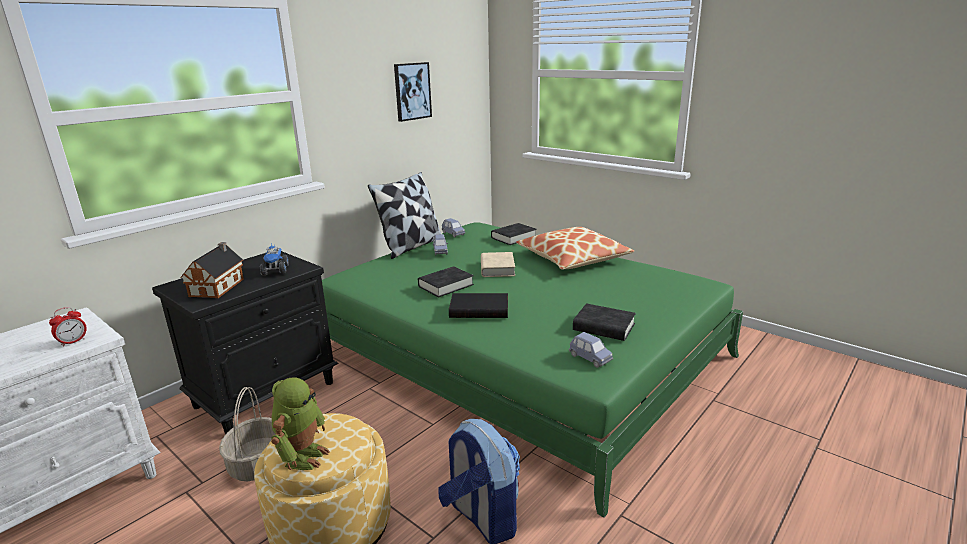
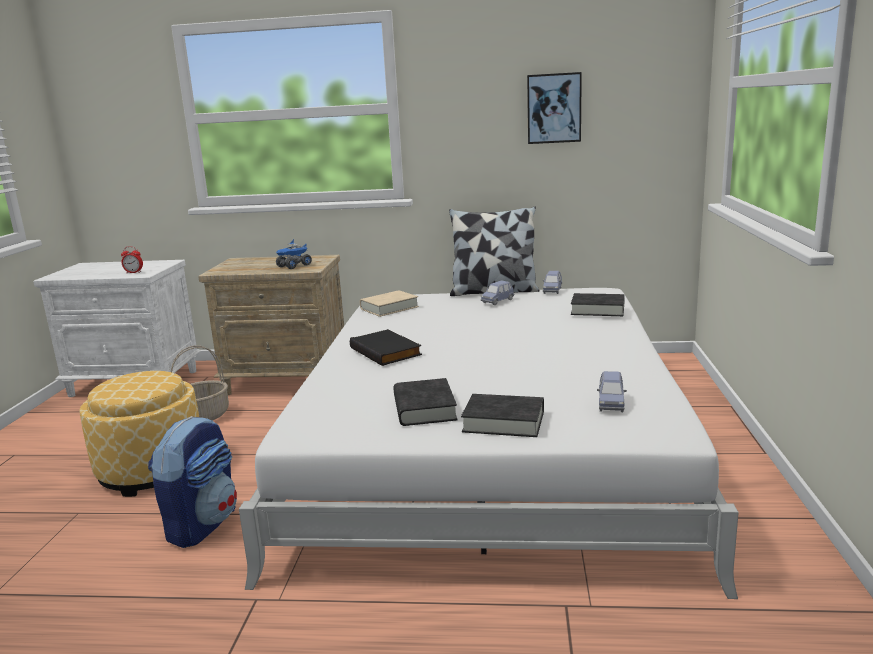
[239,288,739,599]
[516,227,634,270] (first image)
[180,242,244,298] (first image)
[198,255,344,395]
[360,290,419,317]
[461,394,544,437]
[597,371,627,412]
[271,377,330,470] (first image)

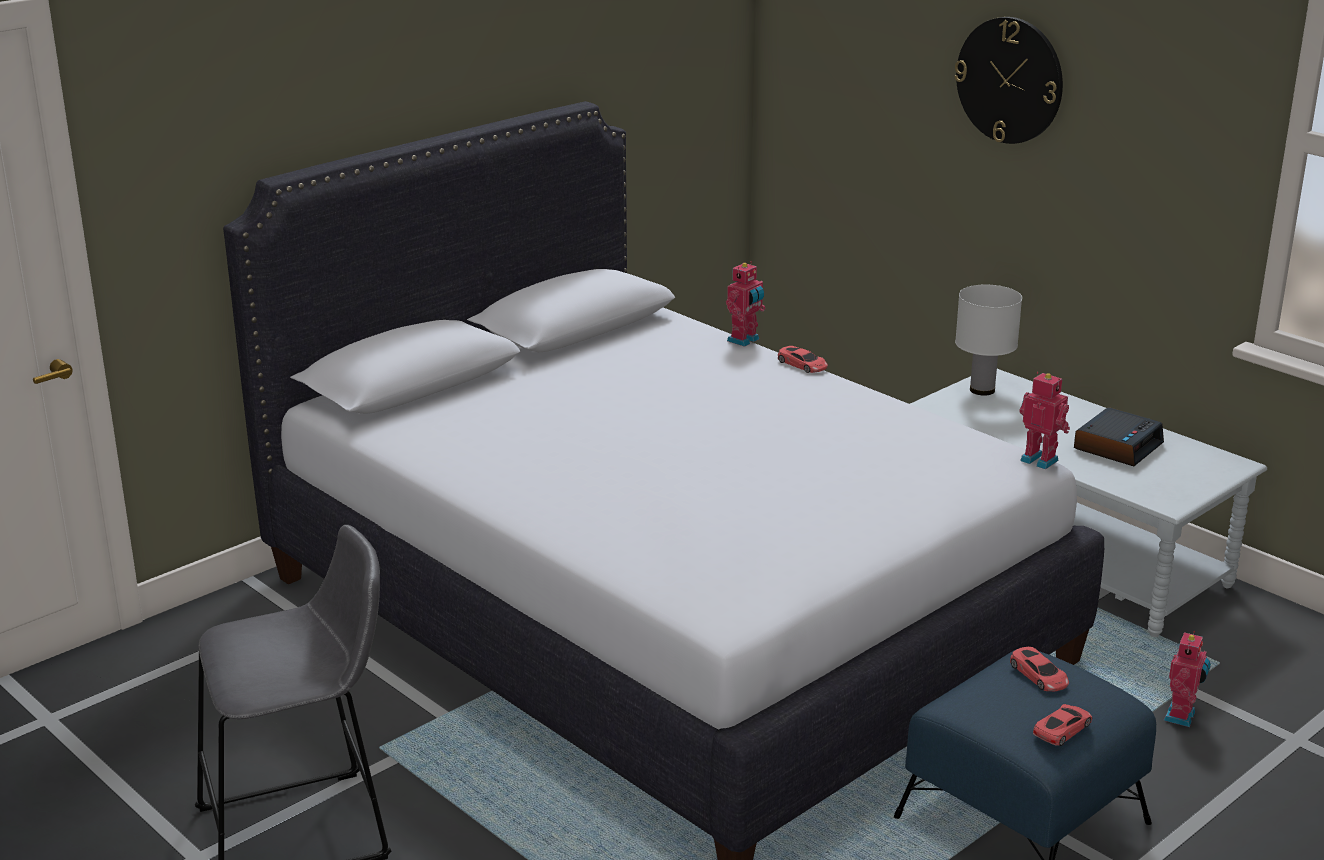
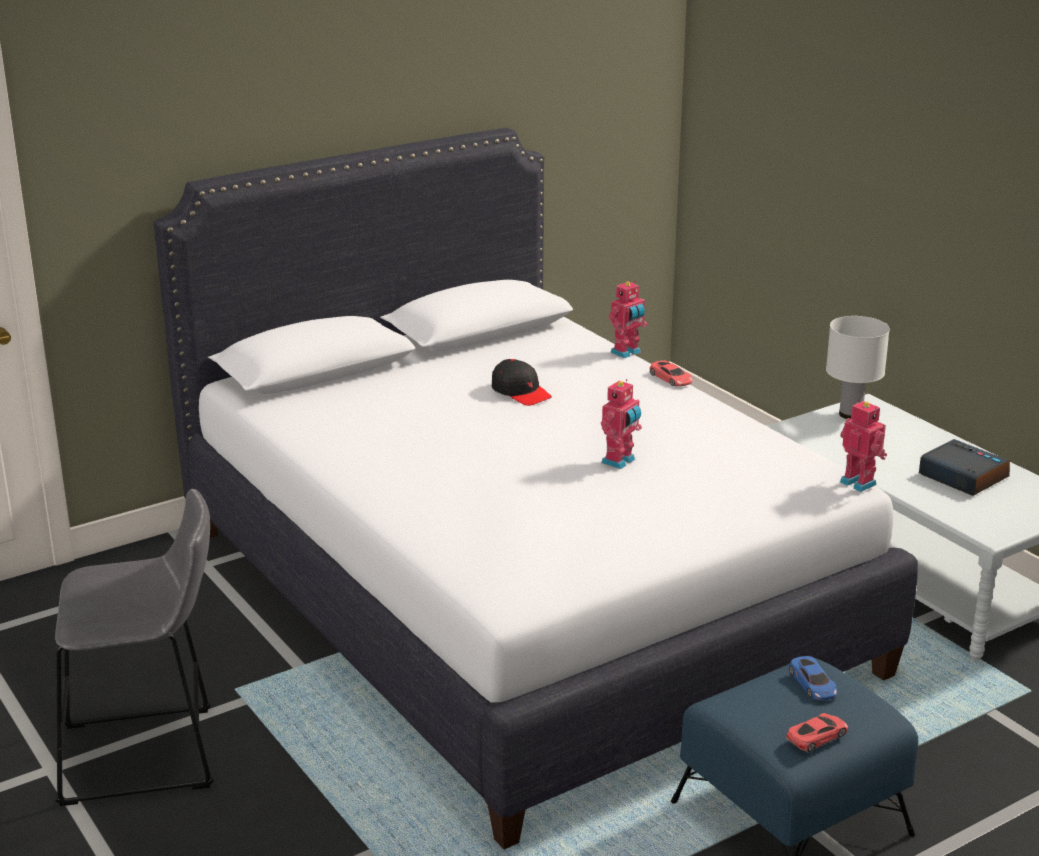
[954,17,1063,144] (first image)
[919,439,1010,496]
[601,379,642,469]
[789,656,838,700]
[492,359,552,406]

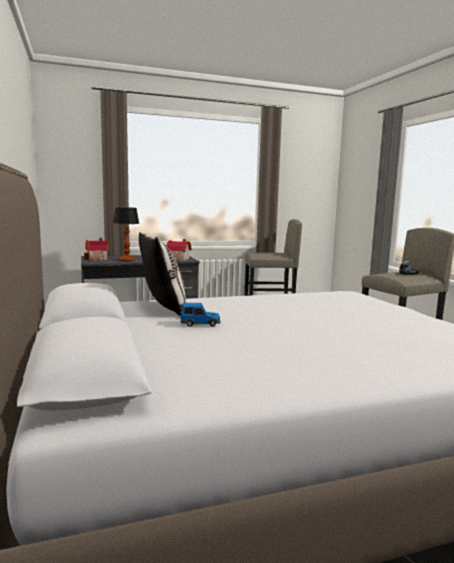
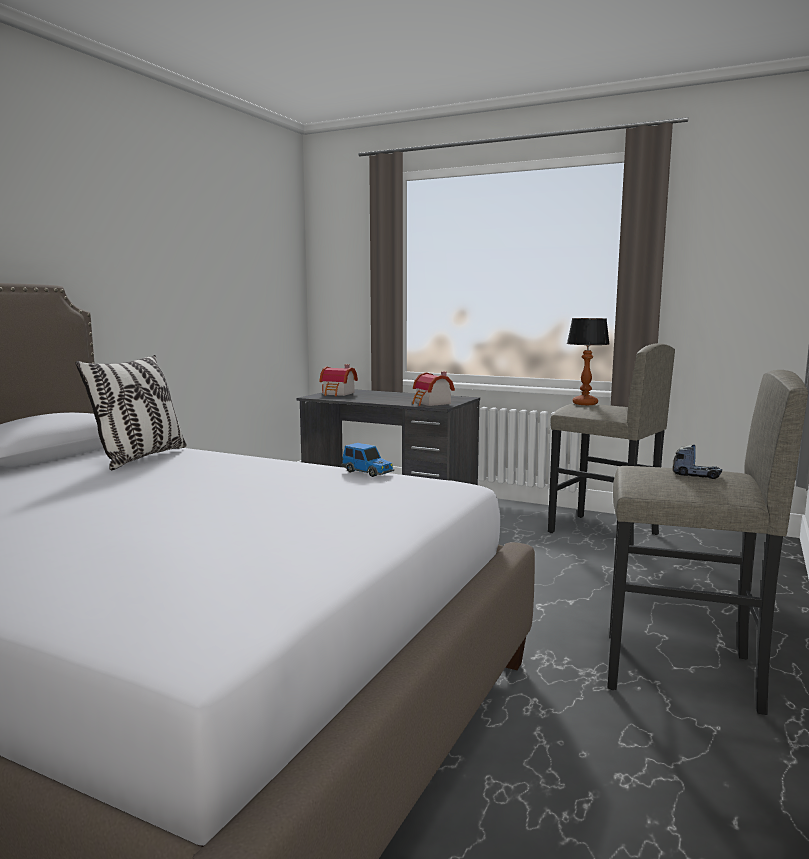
[567,318,609,405]
[341,443,394,477]

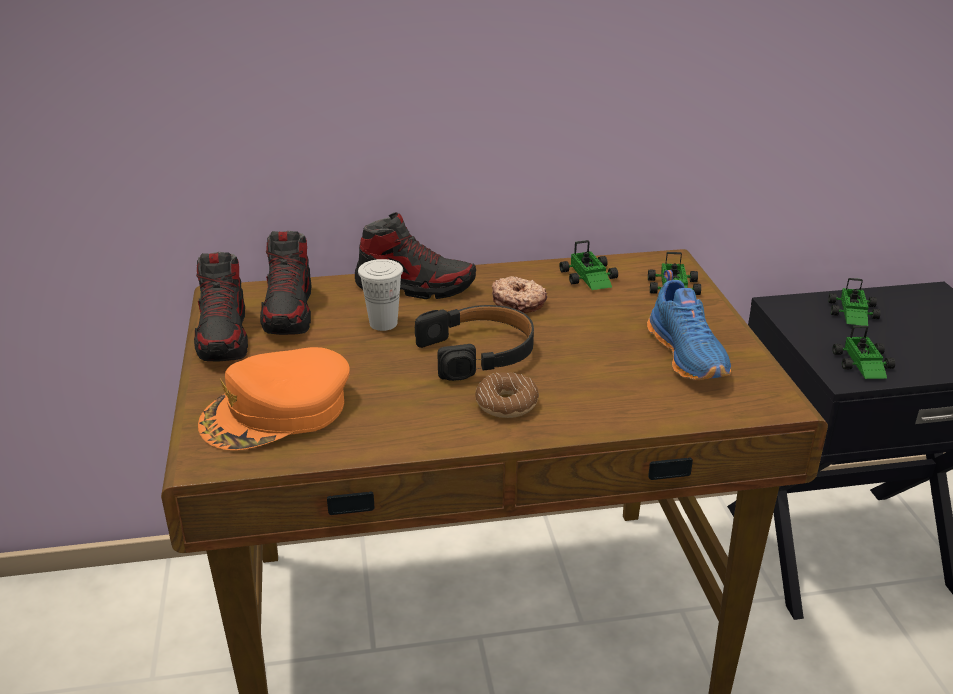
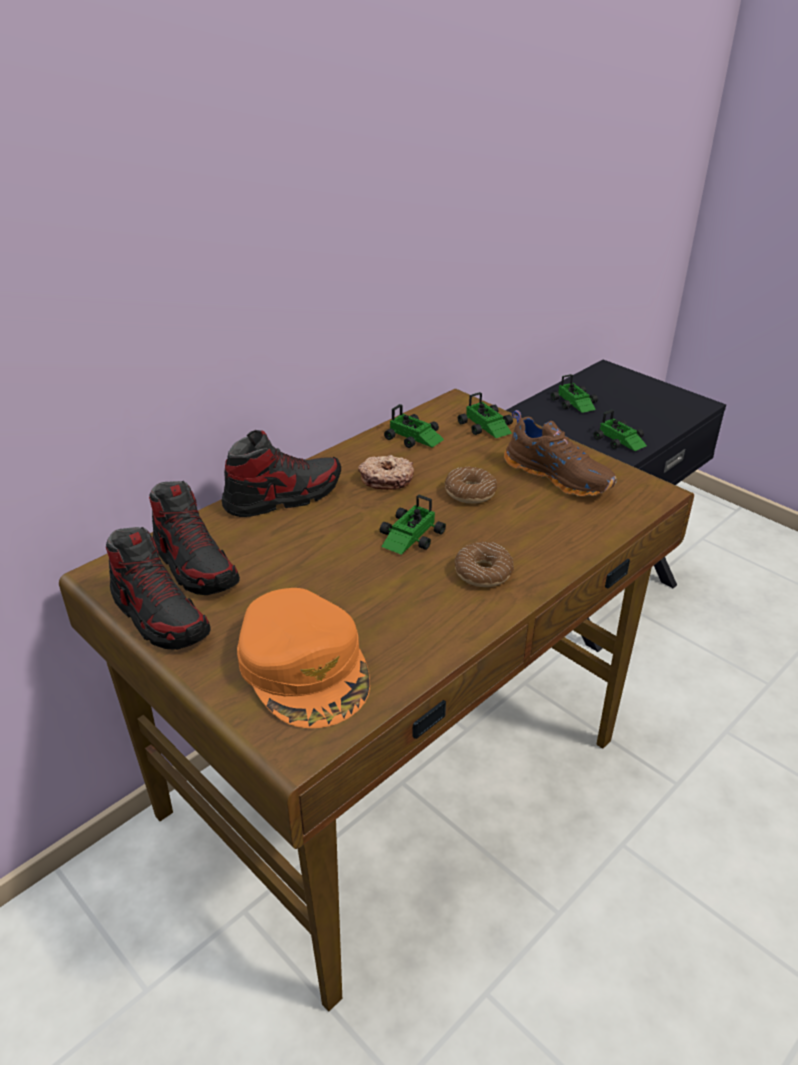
[358,259,403,331] (first image)
[504,410,616,497]
[380,495,446,555]
[237,588,370,728]
[445,467,497,504]

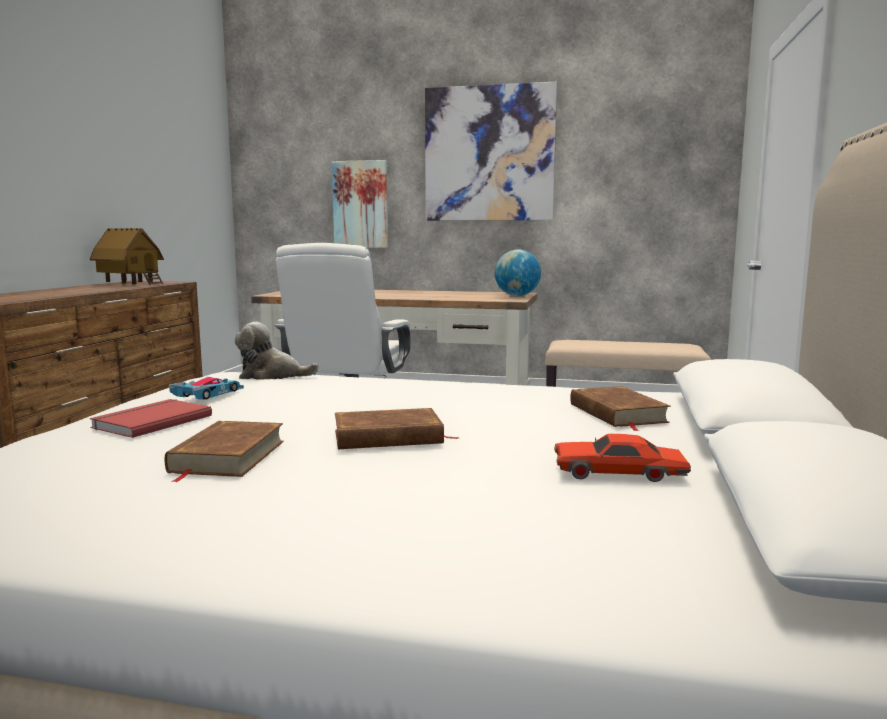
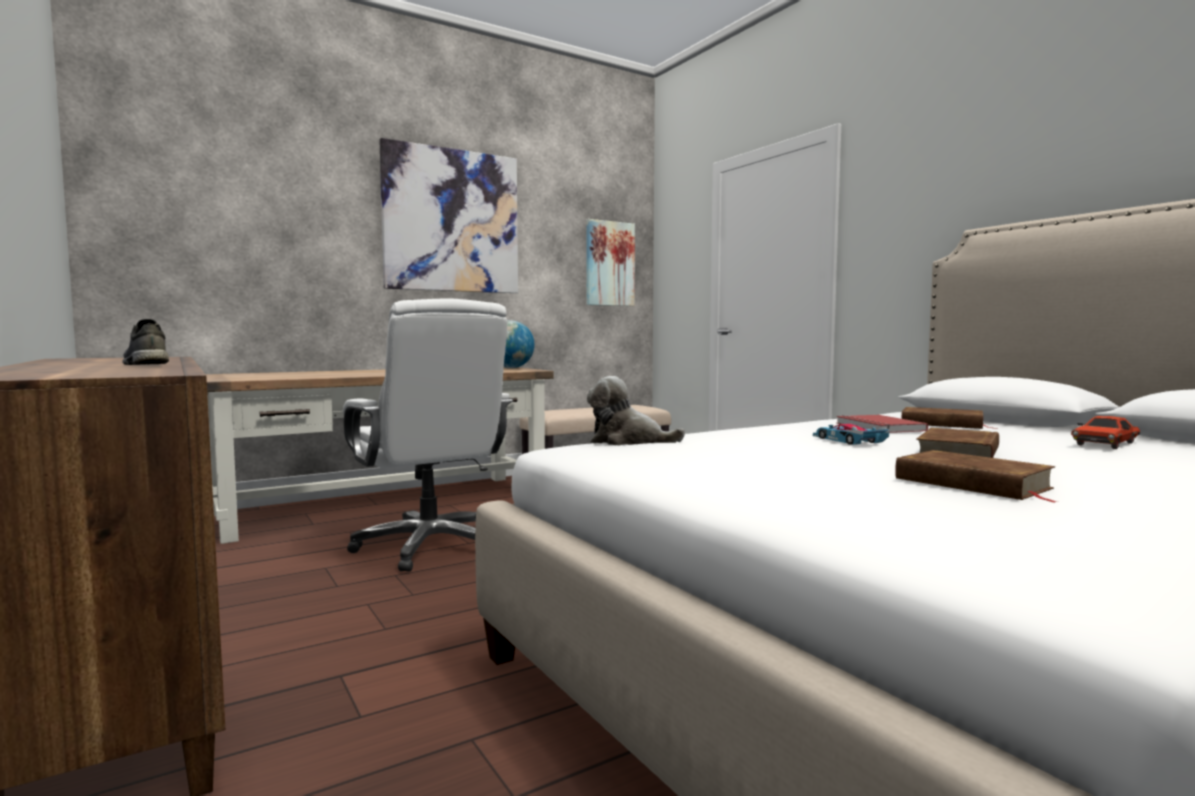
[586,219,635,306]
[90,228,164,285] (first image)
[587,376,685,445]
[813,424,890,445]
[836,415,928,433]
[122,319,169,365]

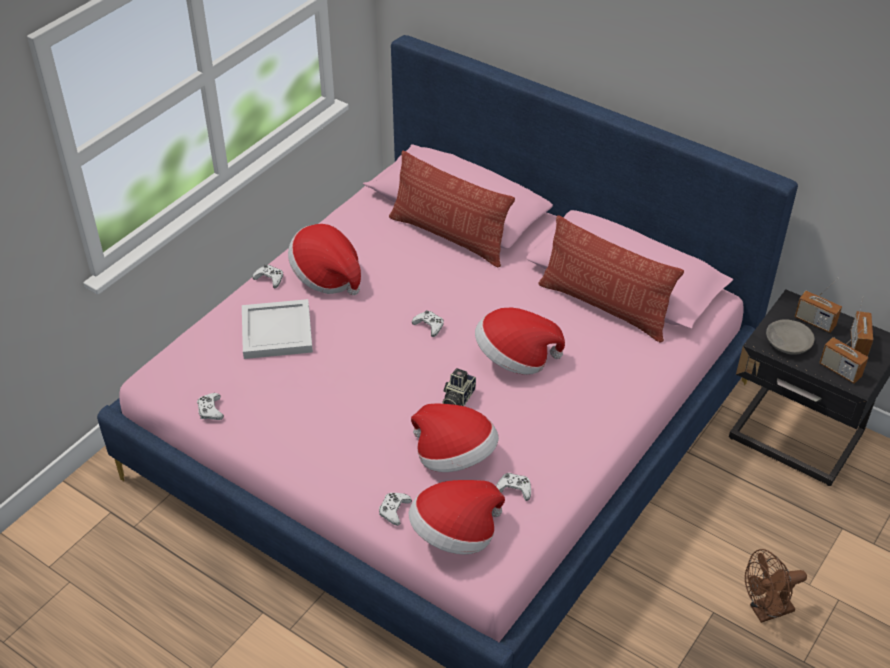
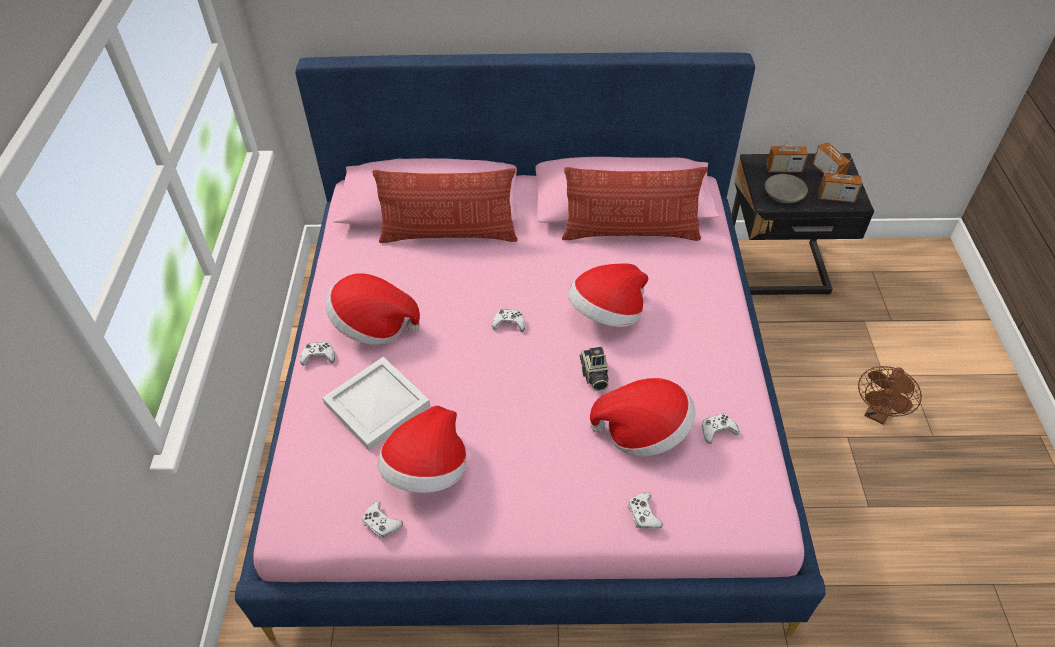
[377,406,467,493]

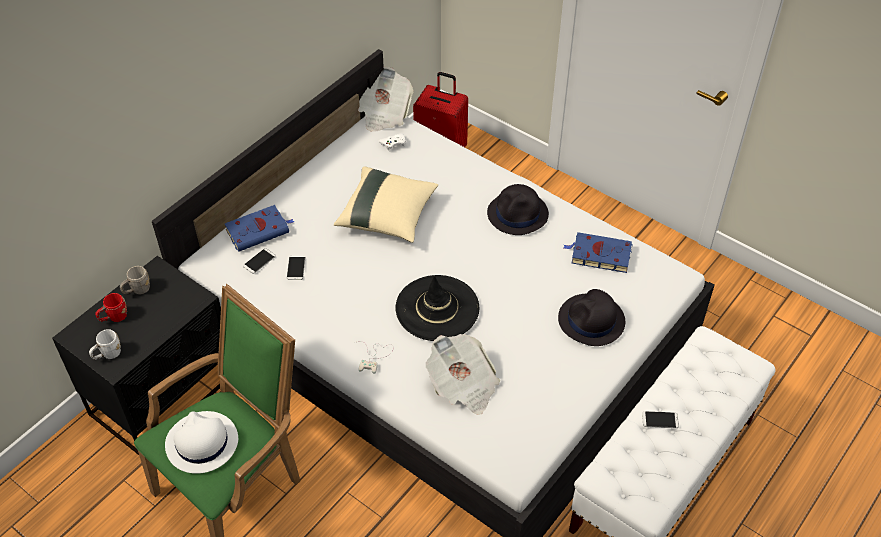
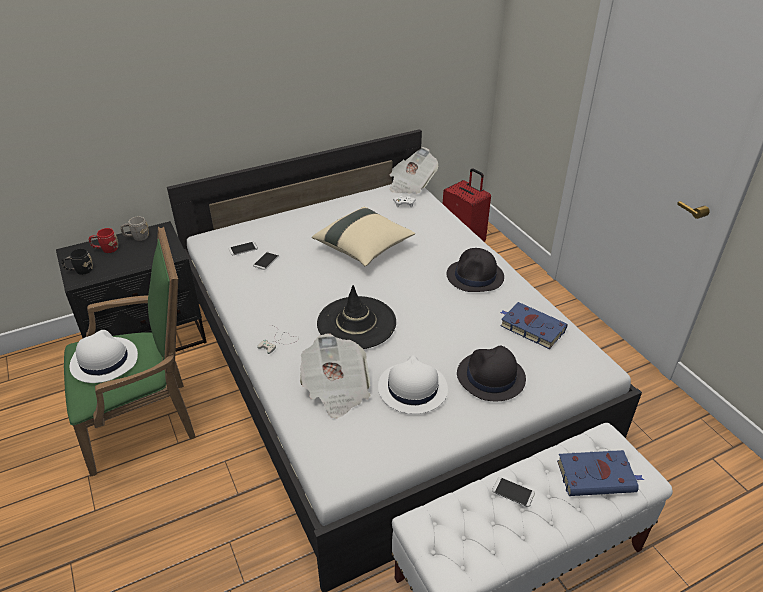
[557,450,644,496]
[61,248,93,275]
[378,355,448,414]

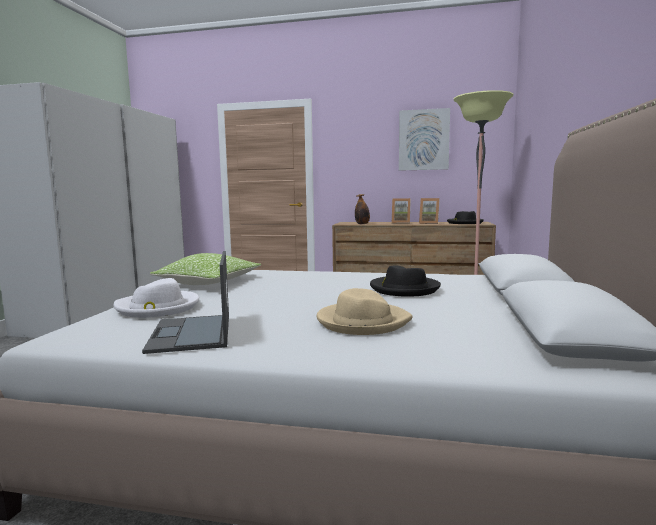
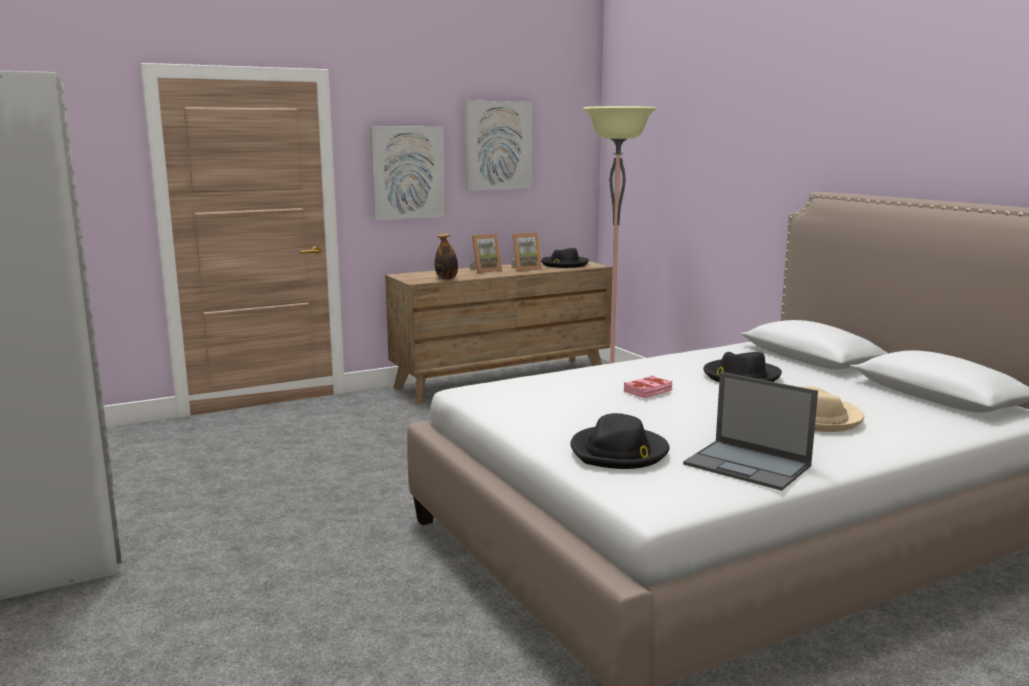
[150,253,261,285] (first image)
[571,413,669,469]
[370,127,445,220]
[624,375,673,398]

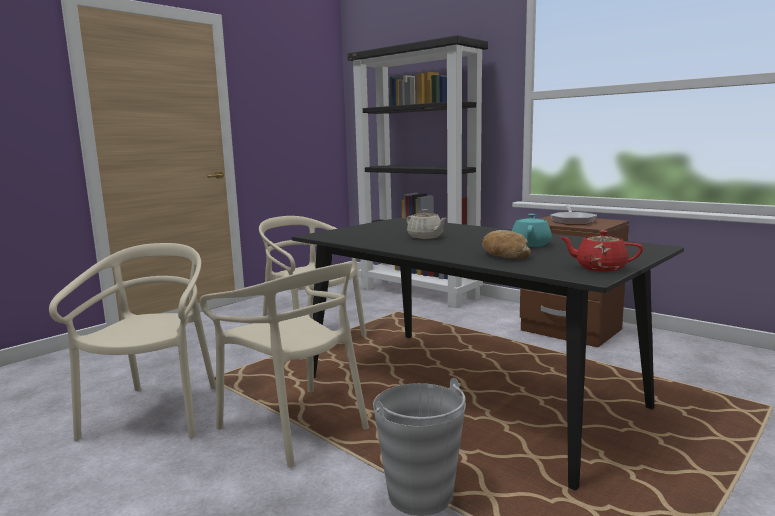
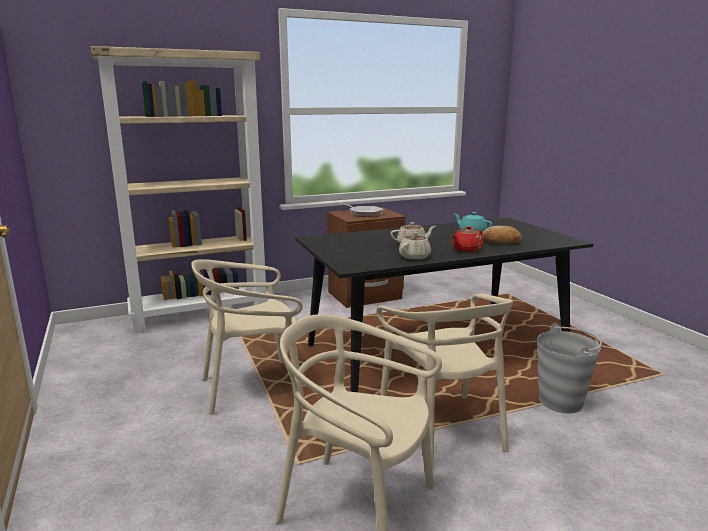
[91,46,268,333]
[452,226,483,252]
[376,294,513,469]
[399,232,431,260]

